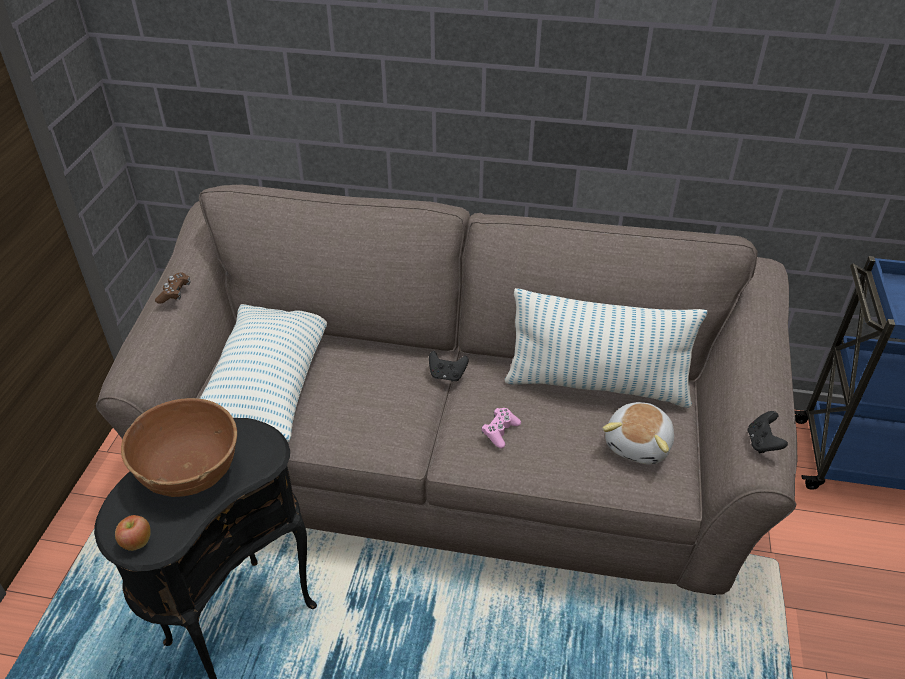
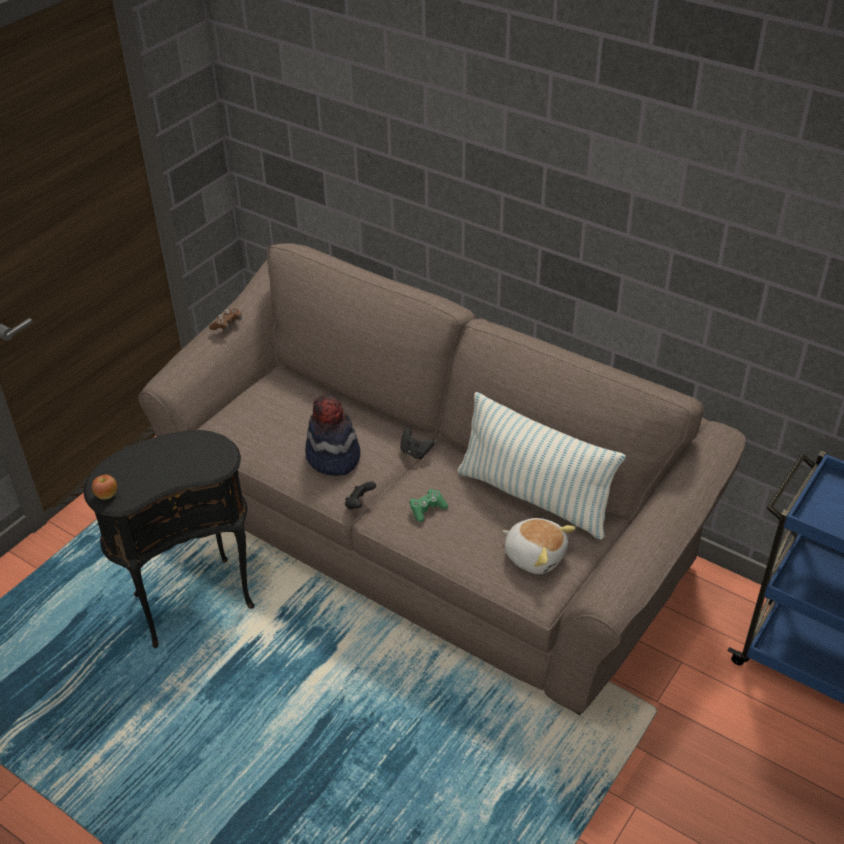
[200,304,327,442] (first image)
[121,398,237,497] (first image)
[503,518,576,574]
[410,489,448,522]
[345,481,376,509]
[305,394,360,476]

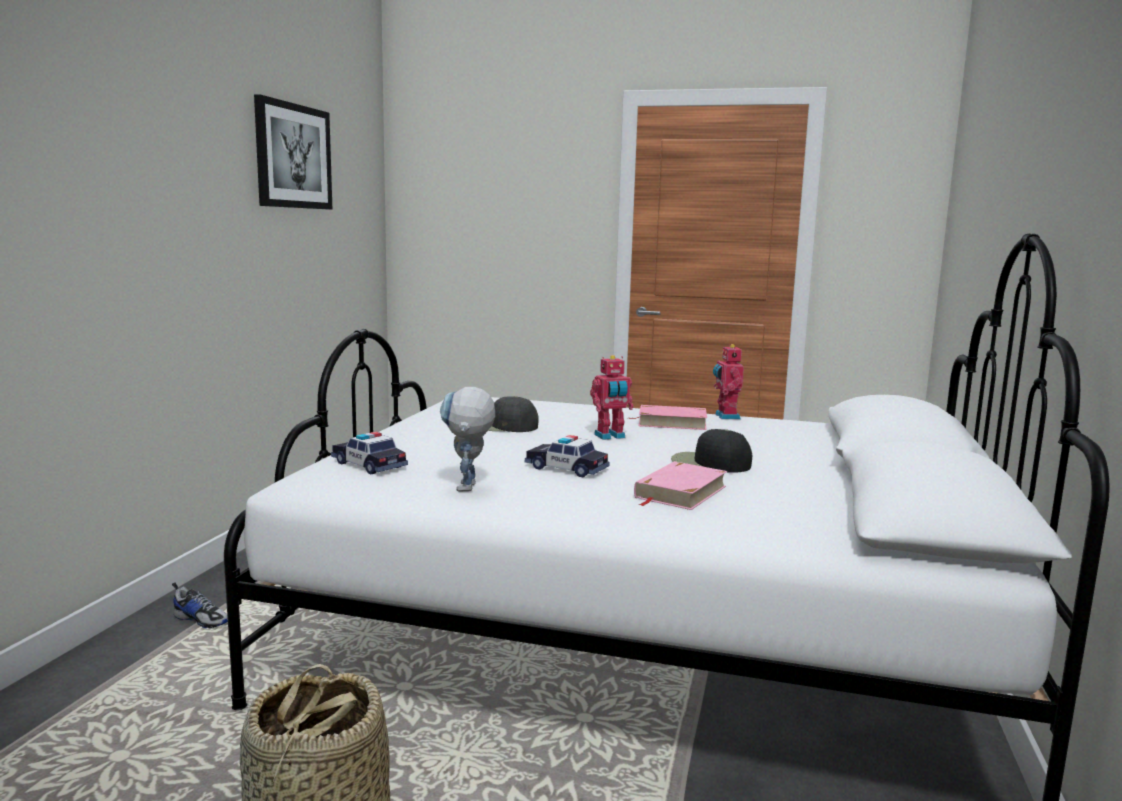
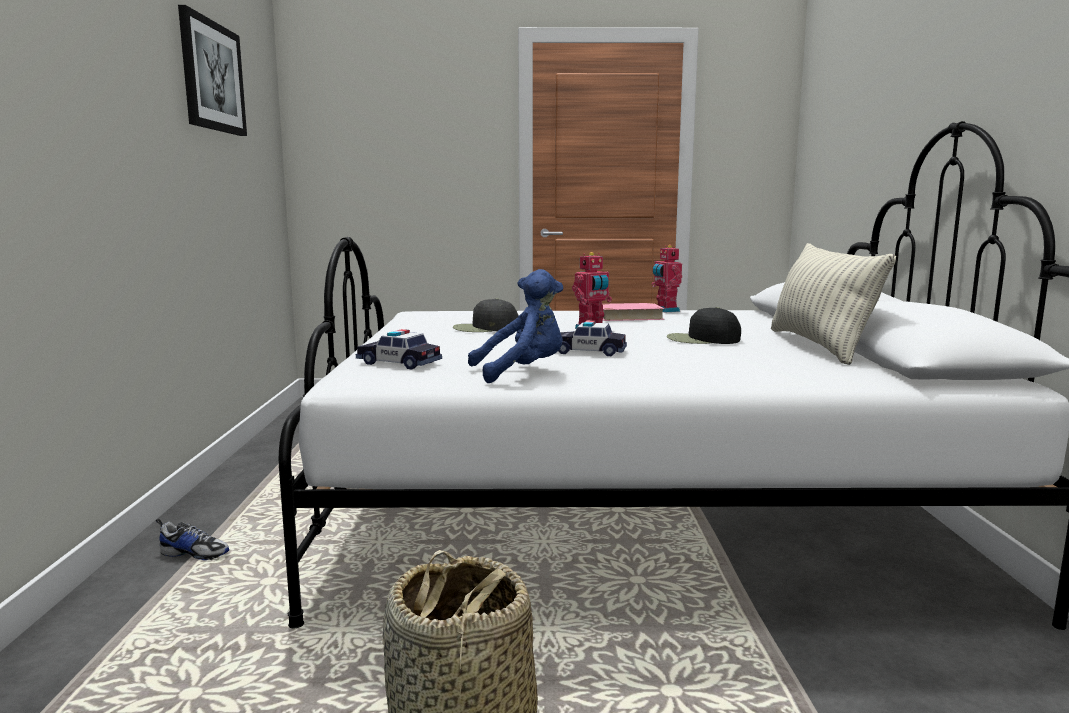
[468,269,563,383]
[634,461,727,510] (first image)
[771,243,896,365]

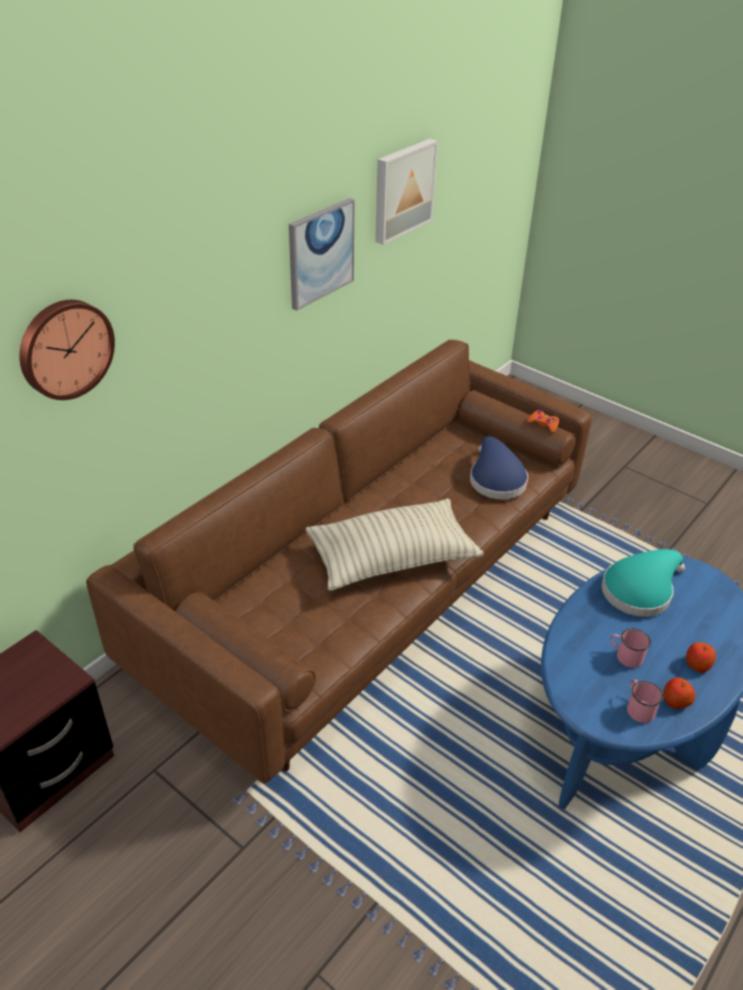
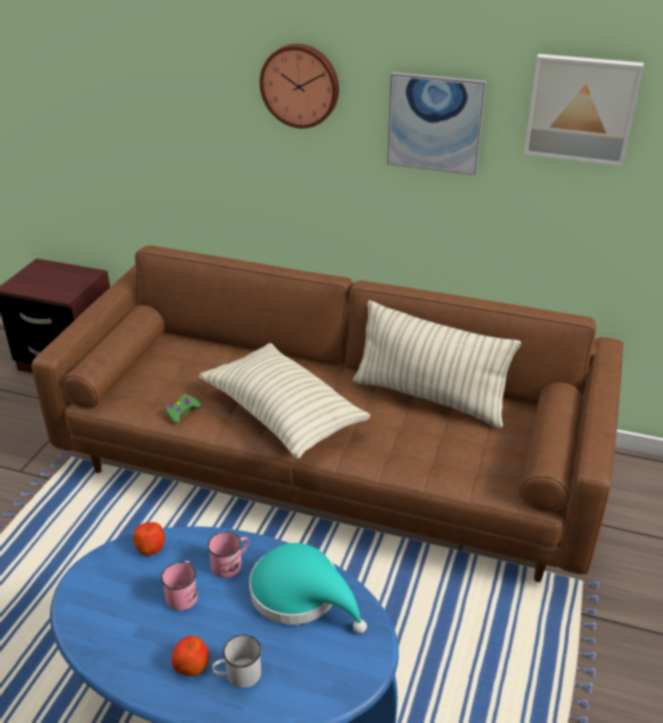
[260,44,339,128]
[527,410,559,433] (first image)
[470,437,528,499] (first image)
[133,522,165,556]
[207,532,249,578]
[353,300,521,429]
[165,394,201,423]
[212,635,261,688]

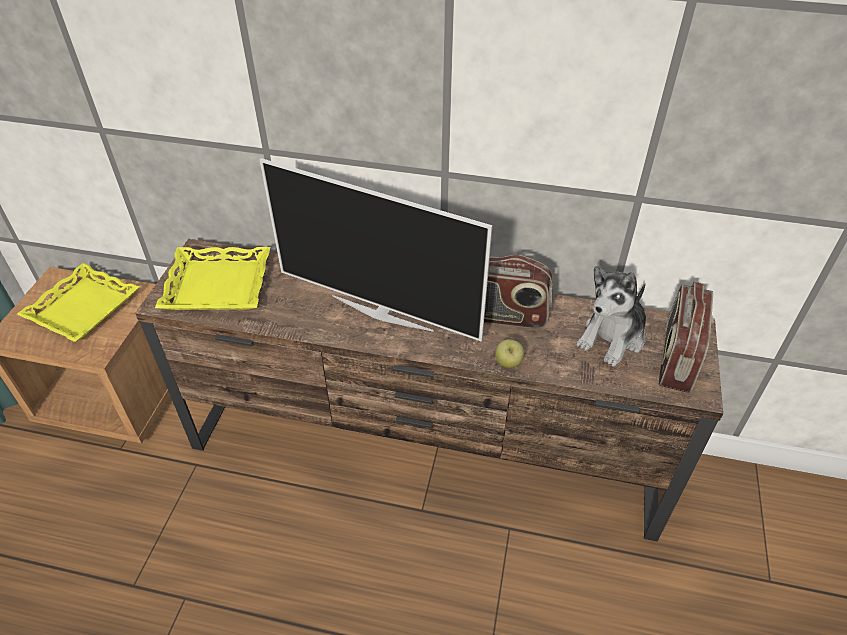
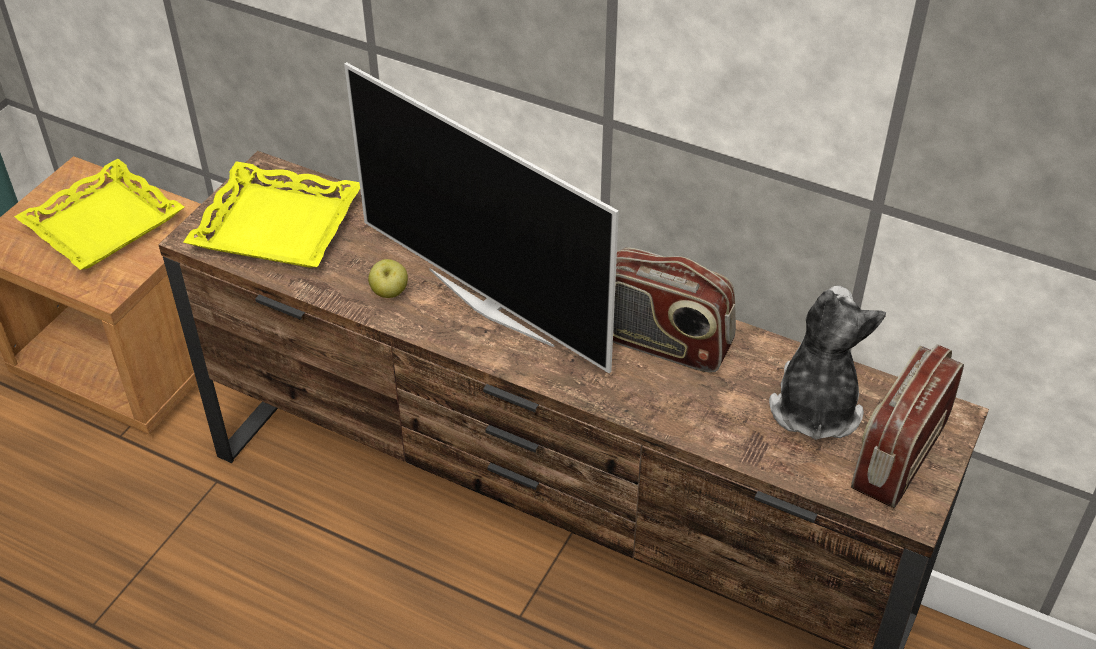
[769,286,886,440]
[368,259,408,298]

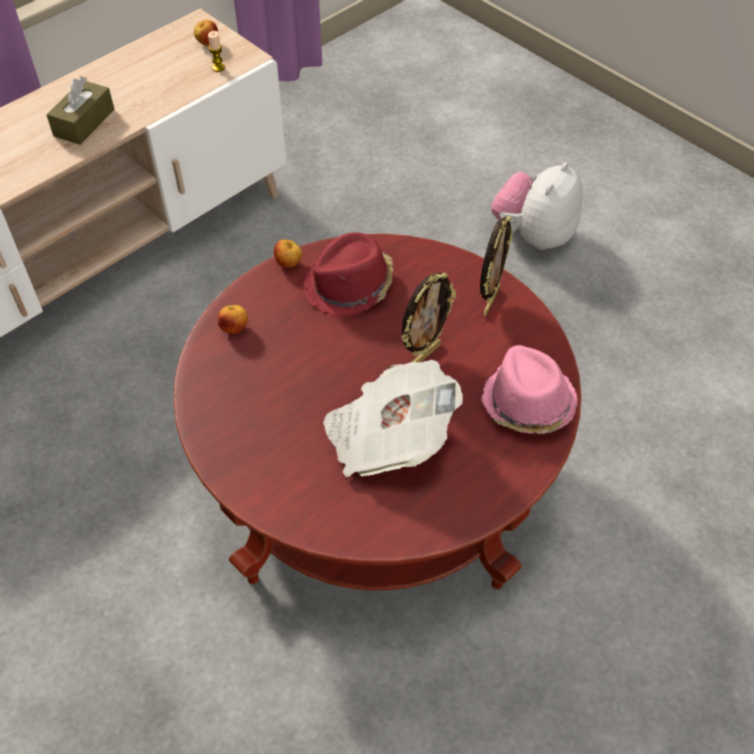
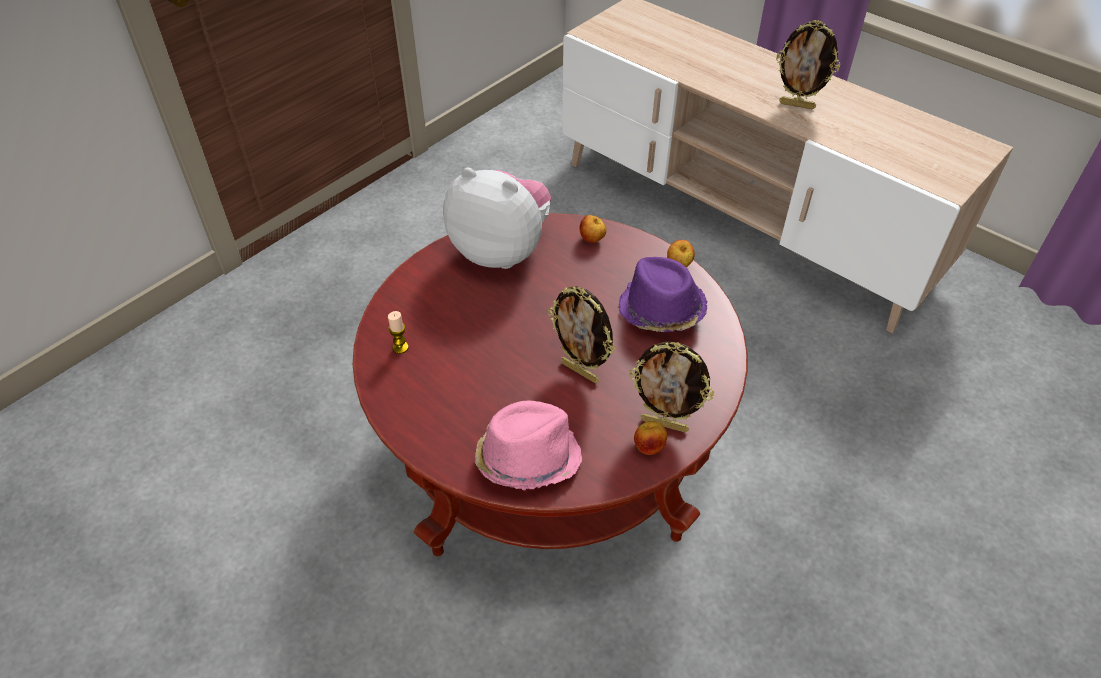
[634,421,667,455]
[388,311,409,354]
[776,20,840,110]
[443,167,551,269]
[619,257,708,332]
[323,360,463,477] (first image)

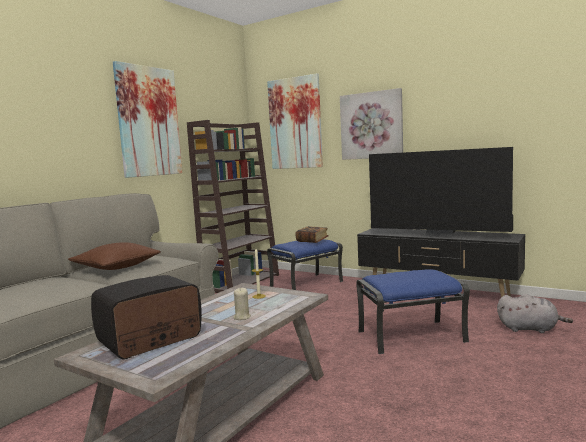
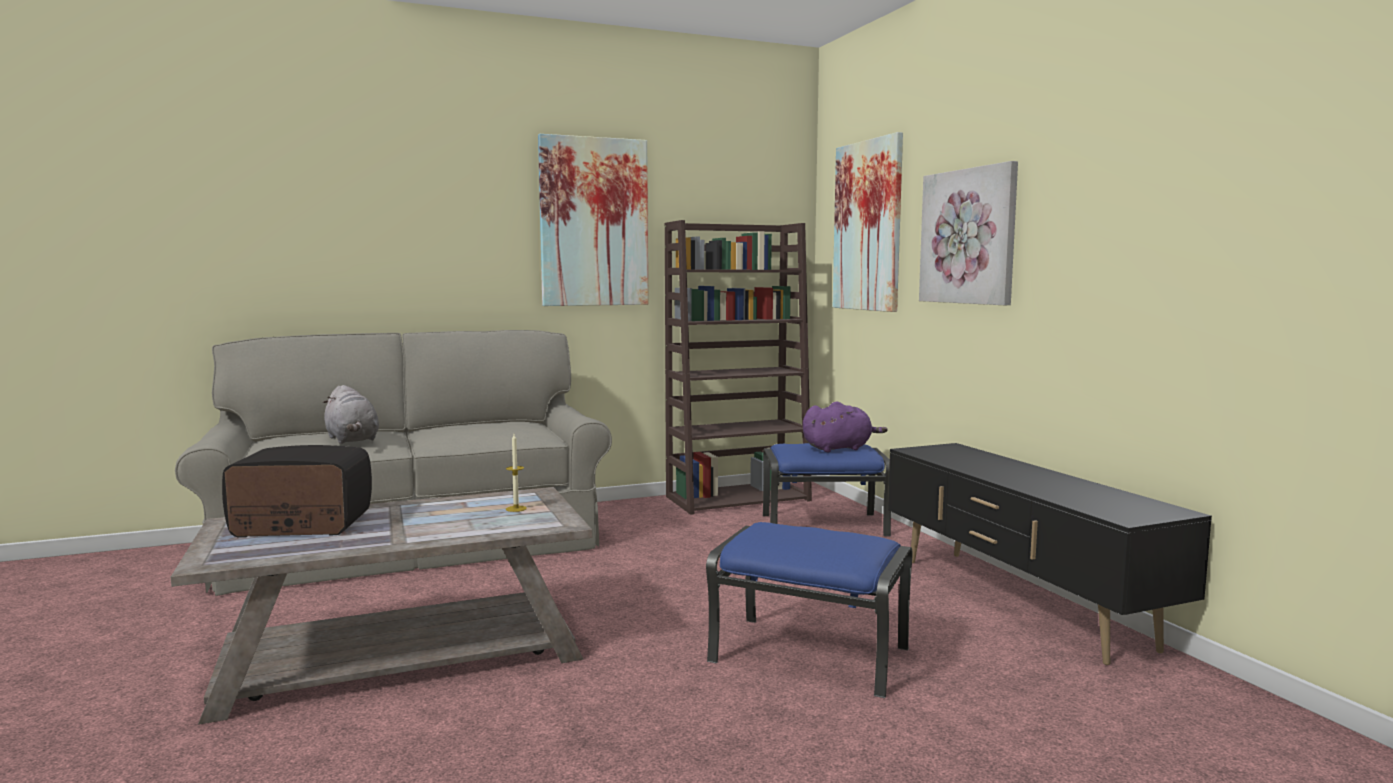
[369,147,513,237] (first image)
[803,402,888,452]
[68,242,161,270] (first image)
[233,288,251,320] (first image)
[323,385,379,444]

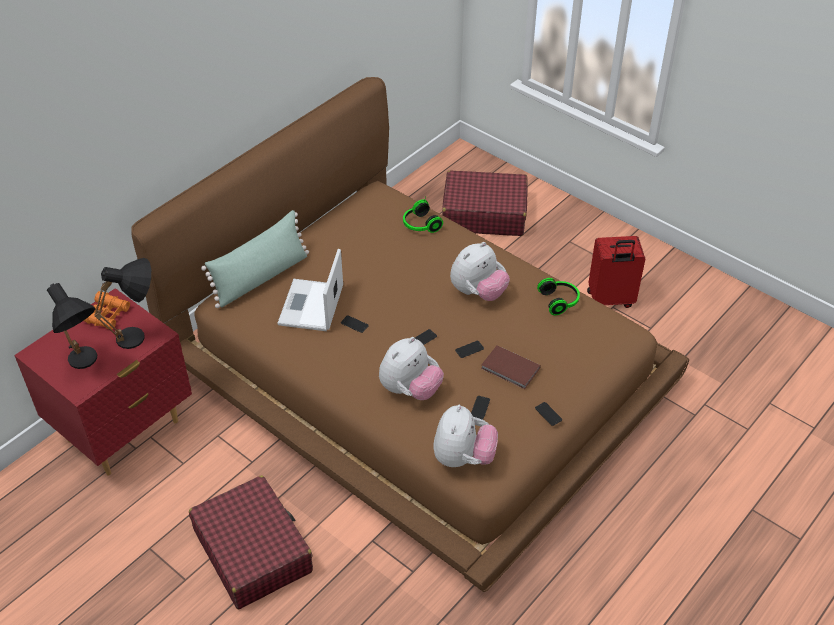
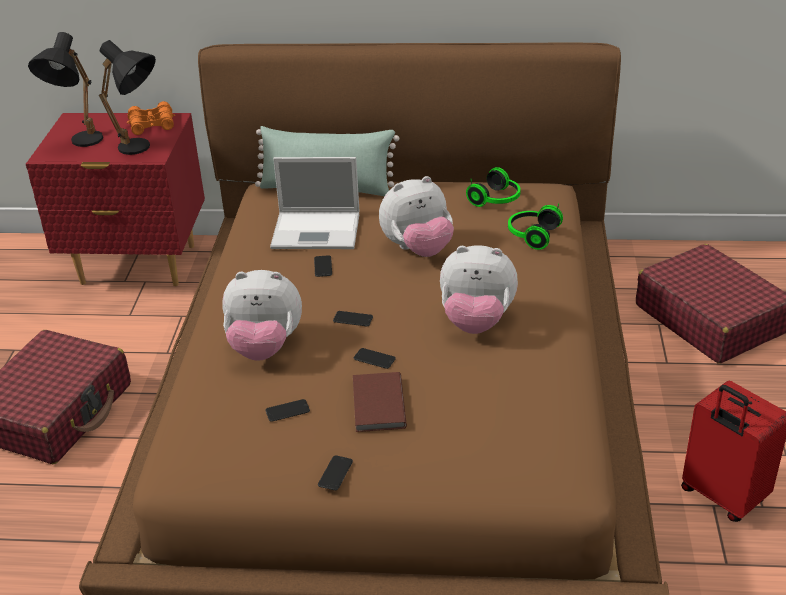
[270,157,360,249]
[466,167,521,207]
[379,176,454,257]

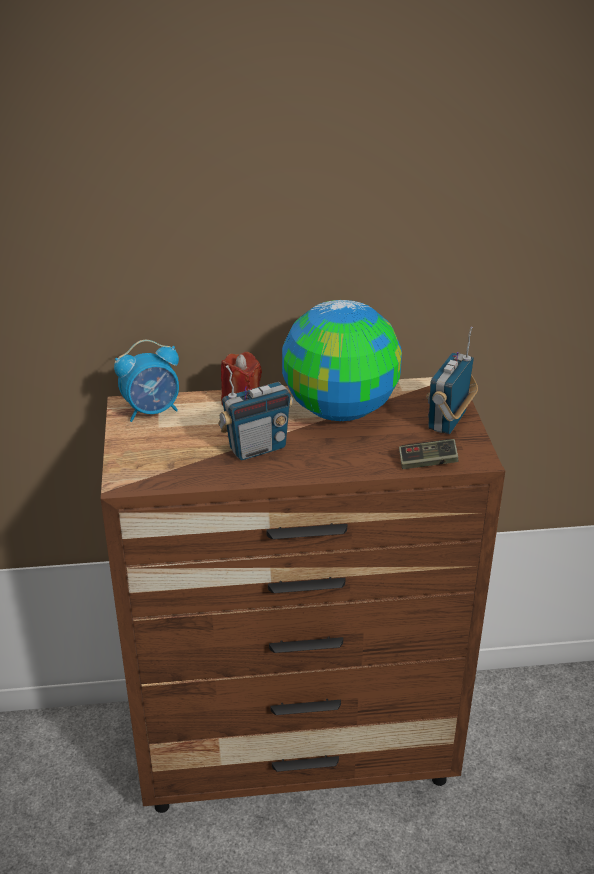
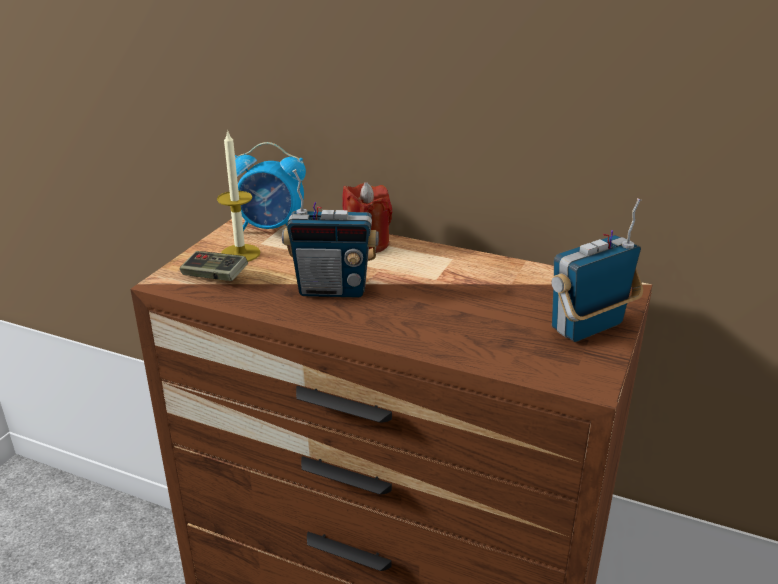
[282,300,402,421] (first image)
[180,251,248,281]
[217,129,261,262]

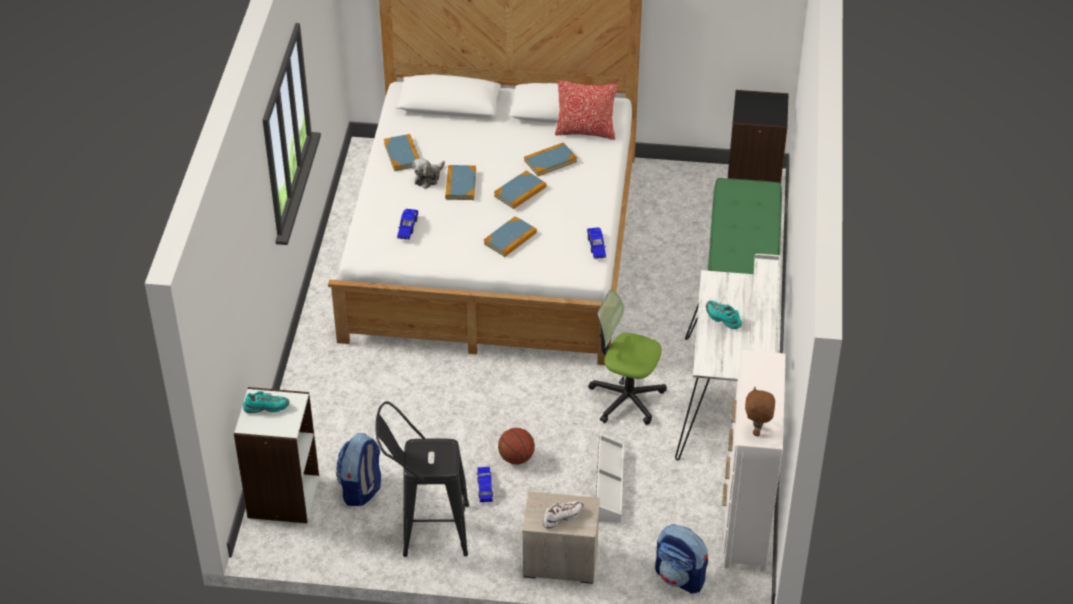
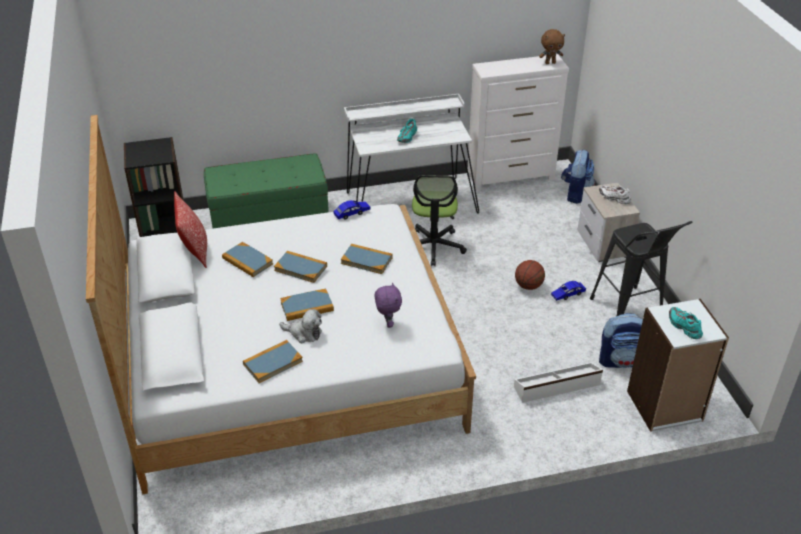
[375,282,402,328]
[514,362,603,403]

